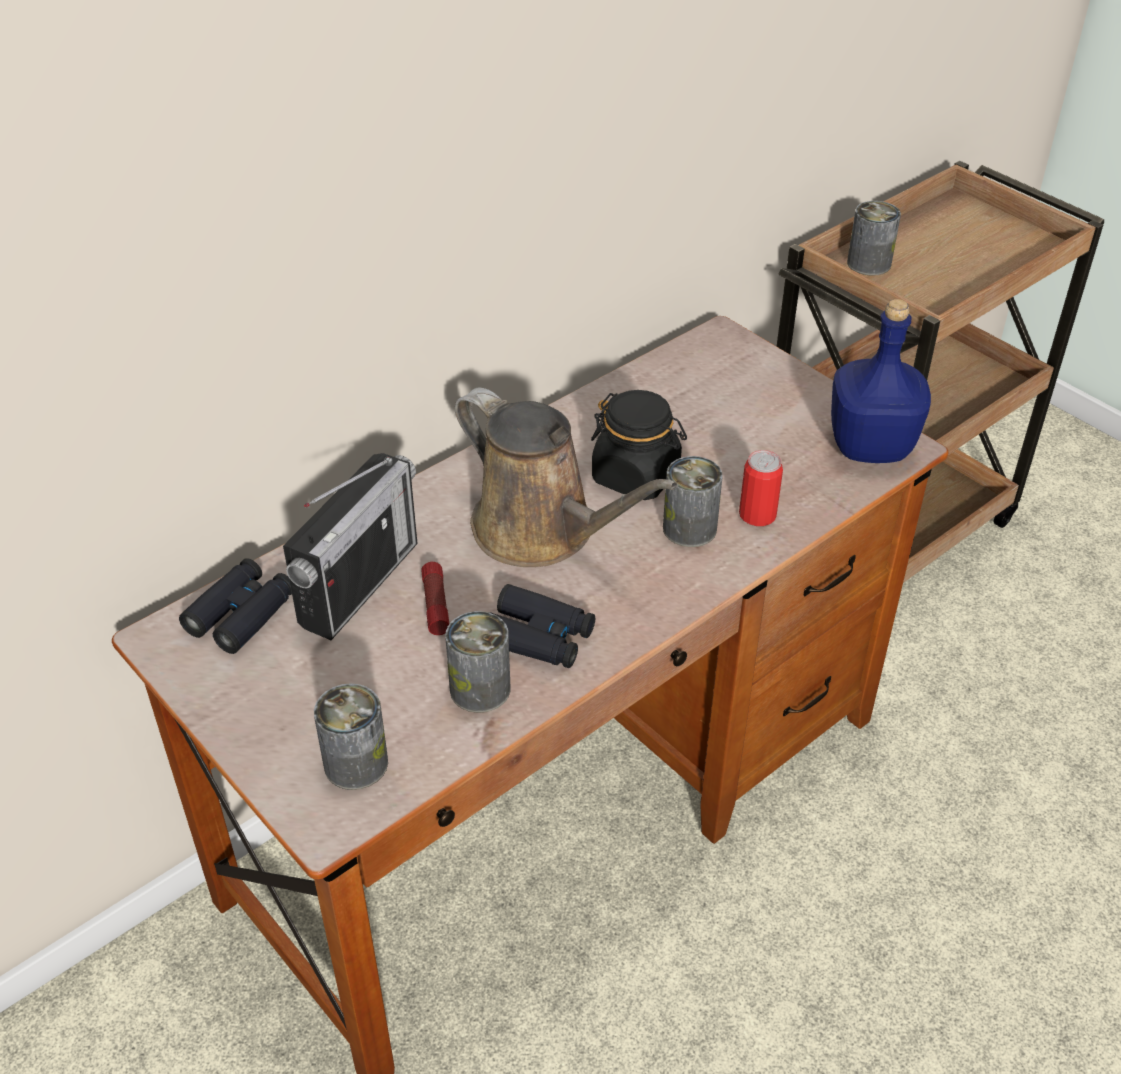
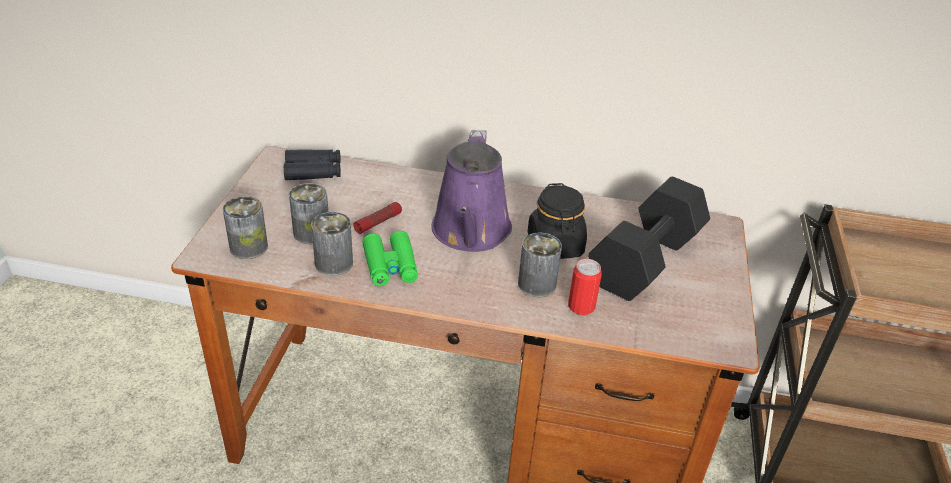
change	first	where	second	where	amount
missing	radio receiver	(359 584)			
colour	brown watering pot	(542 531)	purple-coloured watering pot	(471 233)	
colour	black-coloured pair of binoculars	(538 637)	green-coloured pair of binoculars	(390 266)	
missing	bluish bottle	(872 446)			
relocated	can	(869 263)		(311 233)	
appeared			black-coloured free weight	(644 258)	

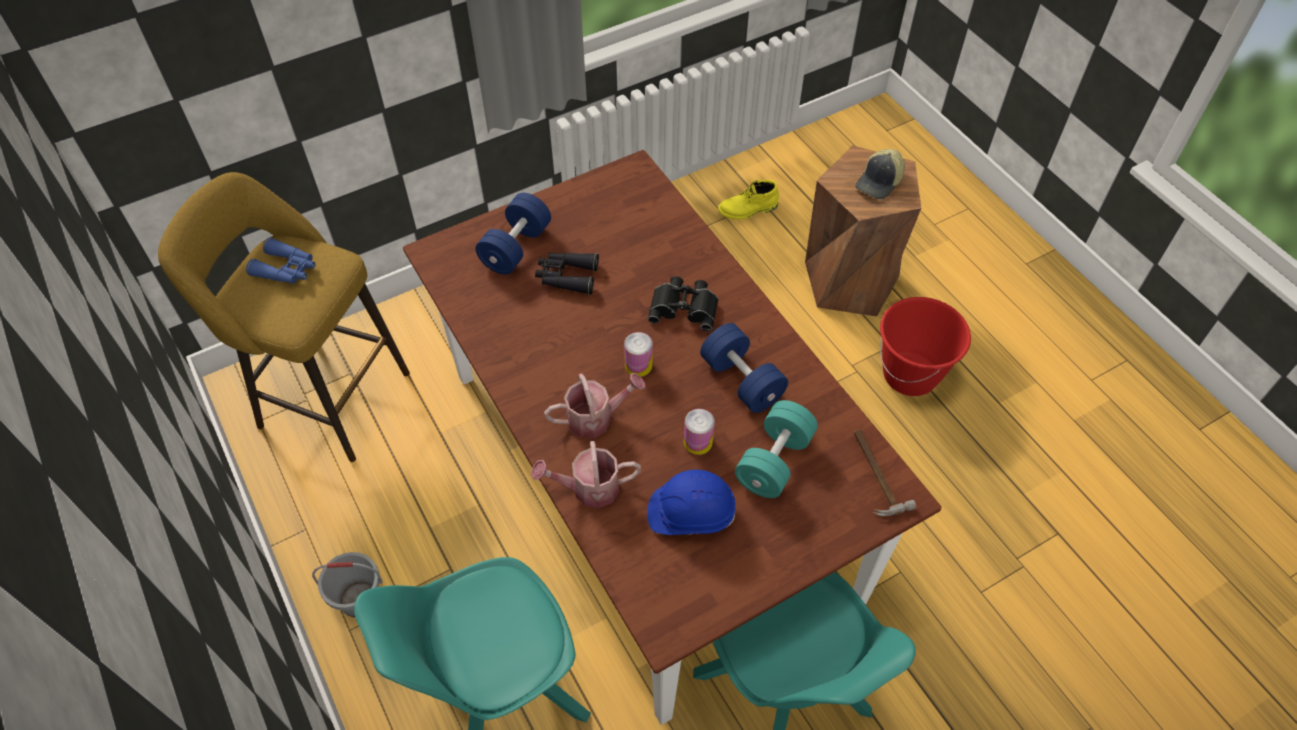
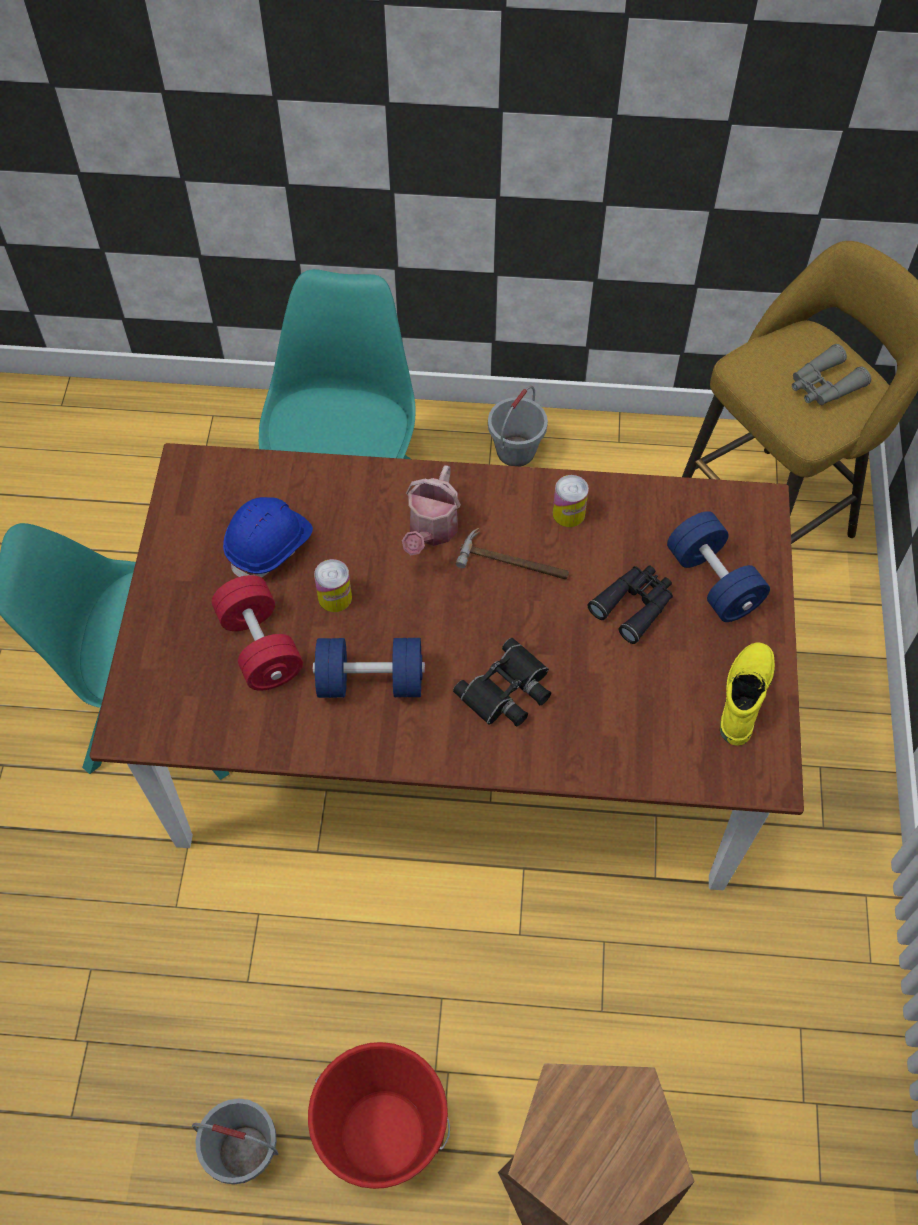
change	first	where	second	where	amount
colour	bluish pair of binoculars	(287 269)	grey pair of binoculars	(823 385)	
missing	watering pot	(588 488)			
relocated	can	(638 365)		(568 513)	
relocated	yellowish tall boot	(748 210)		(743 695)	
colour	turquoise-coloured free weight	(774 461)	red free weight	(260 646)	
relocated	tool hammer	(874 474)		(514 562)	
missing	peaked cap	(880 182)			
appeared			grey pail	(244 1152)	

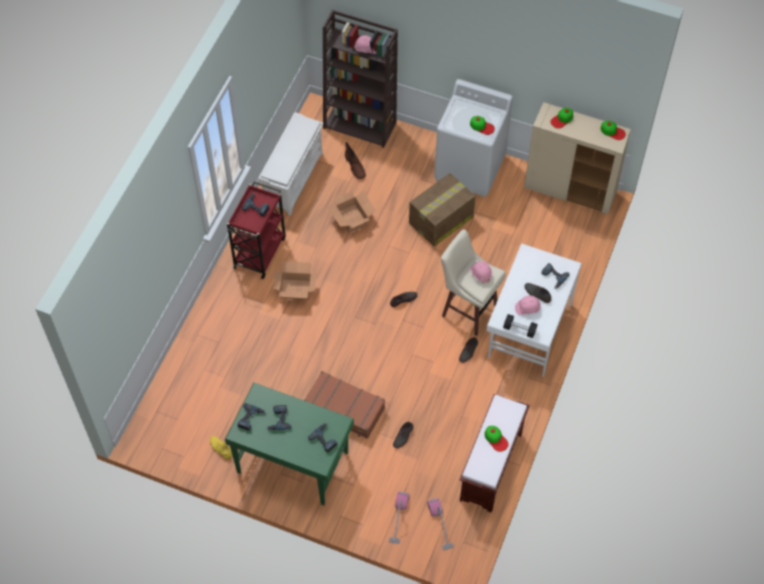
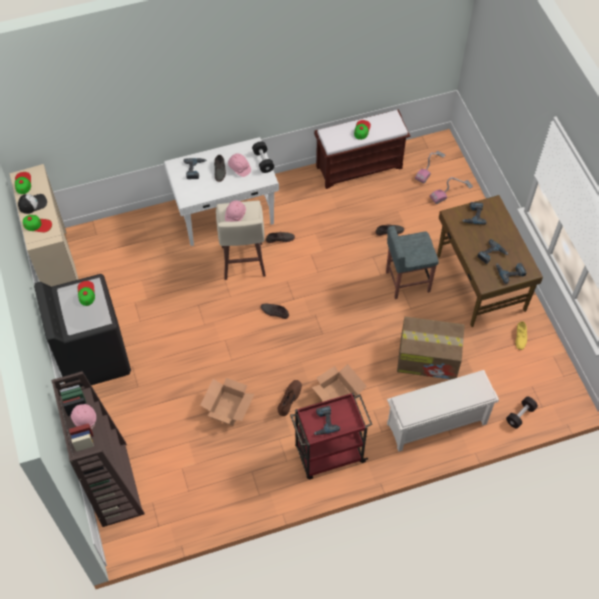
change	first	where	second	where	amount
colour	green-coloured desk	(292 461)	brown desk	(480 283)	
relocated	white shoe stand	(293 179)		(436 424)	
exchanged	brown suitcase	(344 409)	grey sitting stool	(407 282)	
relocated	brown tall boot	(355 167)		(289 398)	
relocated	carton	(440 220)		(429 358)	
colour	white laundry machine	(470 168)	black-coloured laundry machine	(93 356)	
appeared			peaked cap	(32 203)	
appeared			black-coloured free weight	(520 415)	

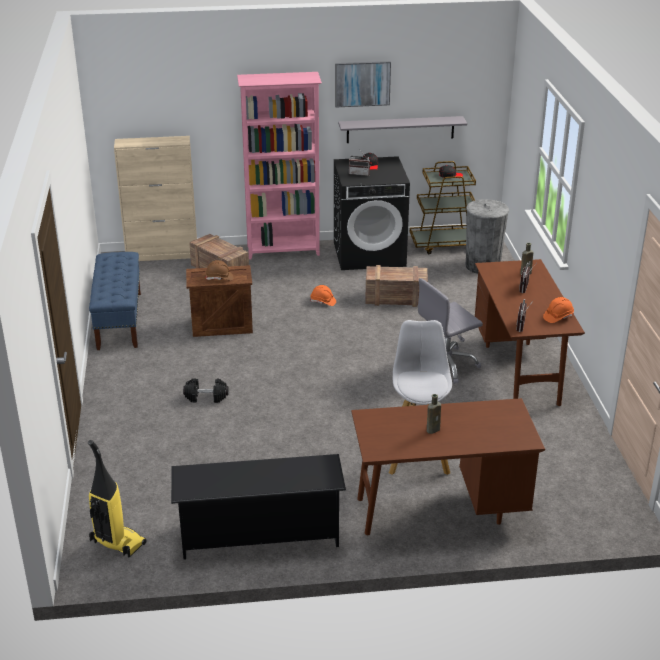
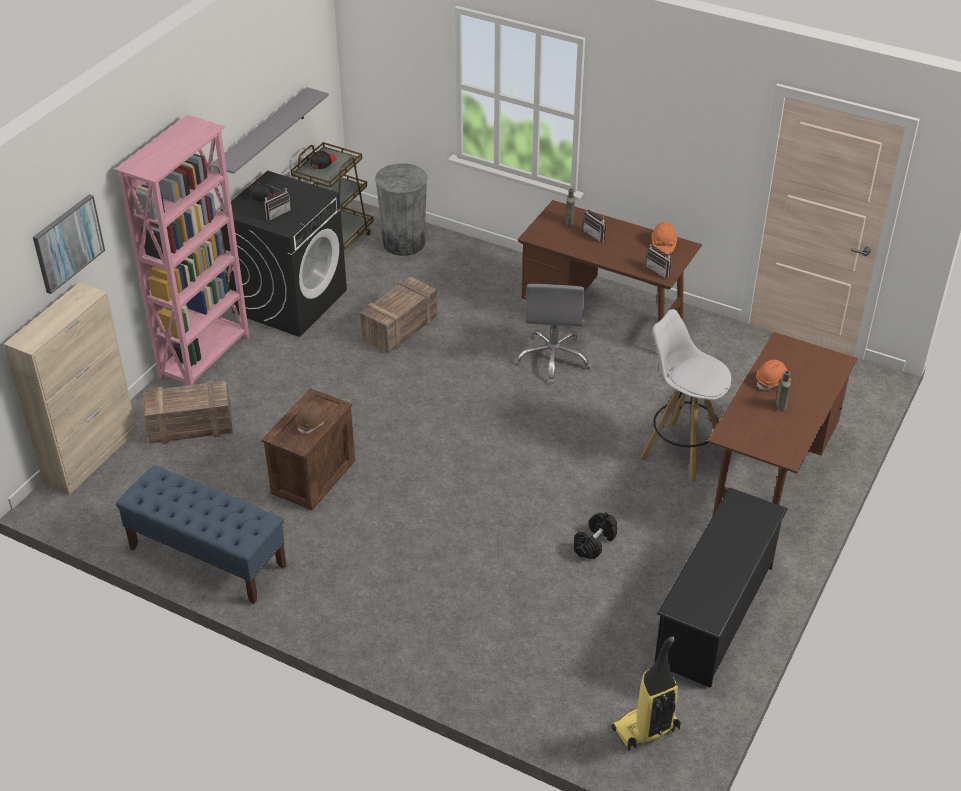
change	first	where	second	where	amount
relocated	black-coloured free weight	(206 397)		(594 543)	
relocated	orange work helmet	(323 302)		(772 382)	
relocated	picture	(362 83)		(68 243)	

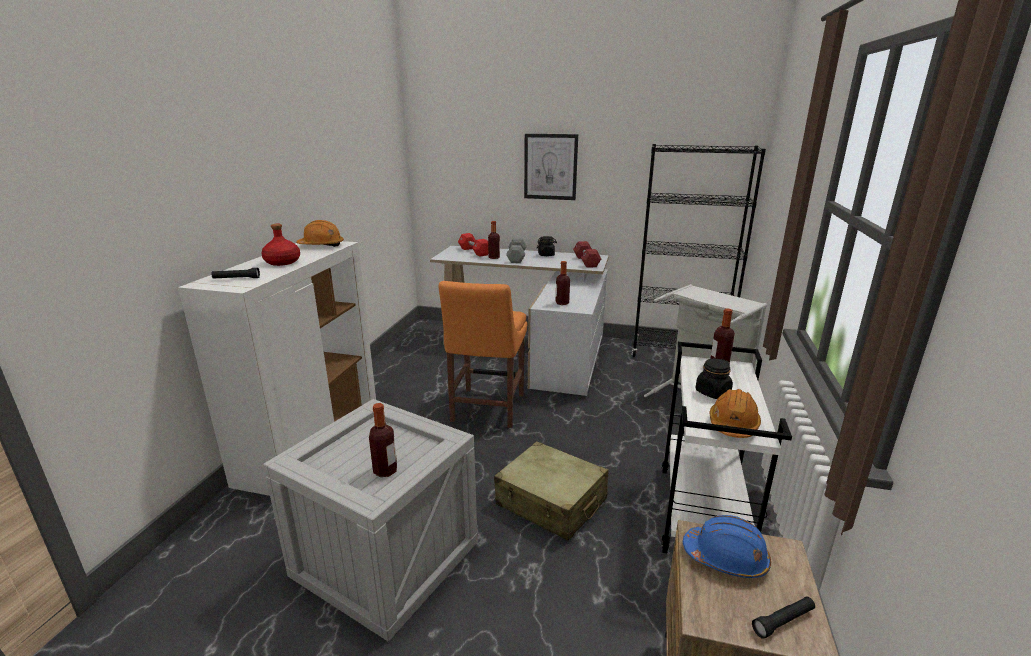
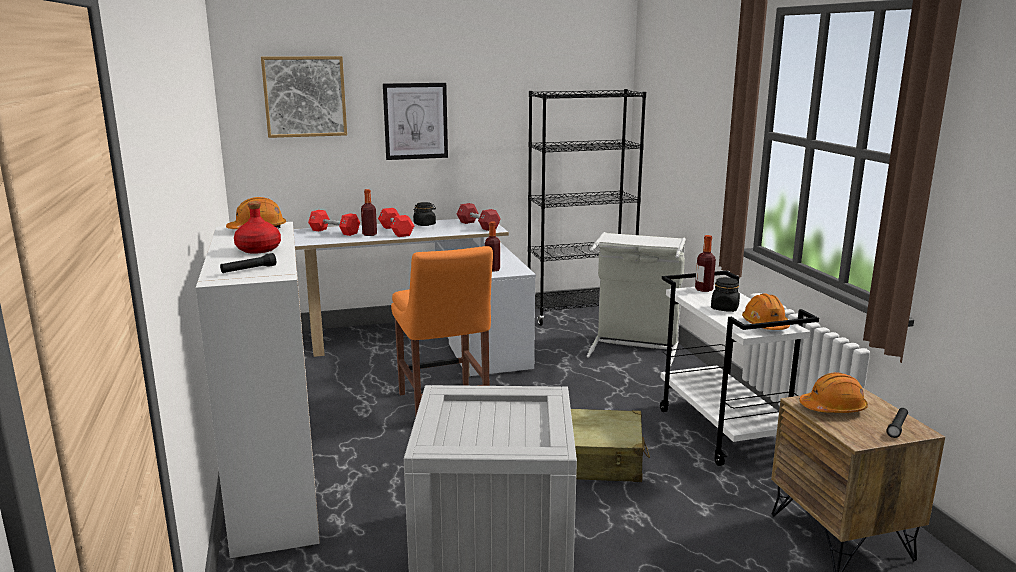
change	first	where	second	where	amount
missing	bottle	(385 471)			
colour	grey free weight	(516 257)	red free weight	(396 231)	
colour	bluish work helmet	(726 558)	orange work helmet	(833 408)	
appeared			picture	(305 96)	

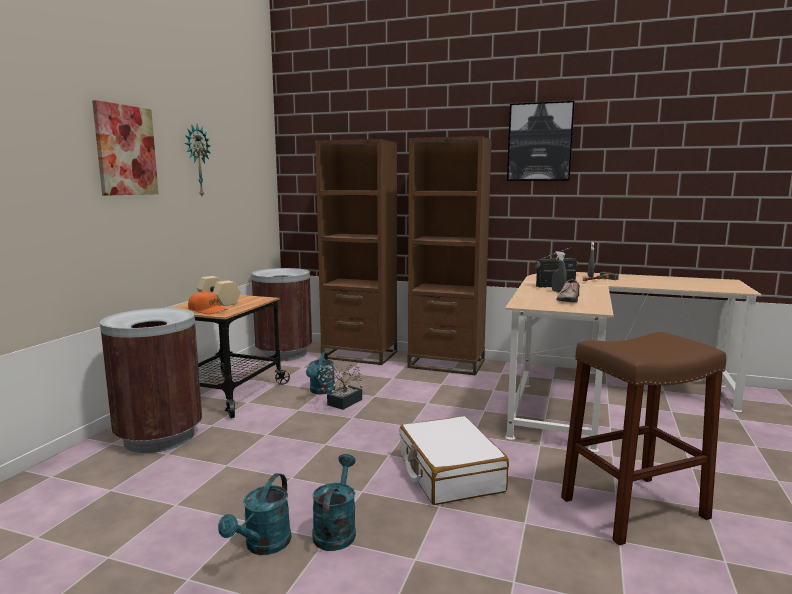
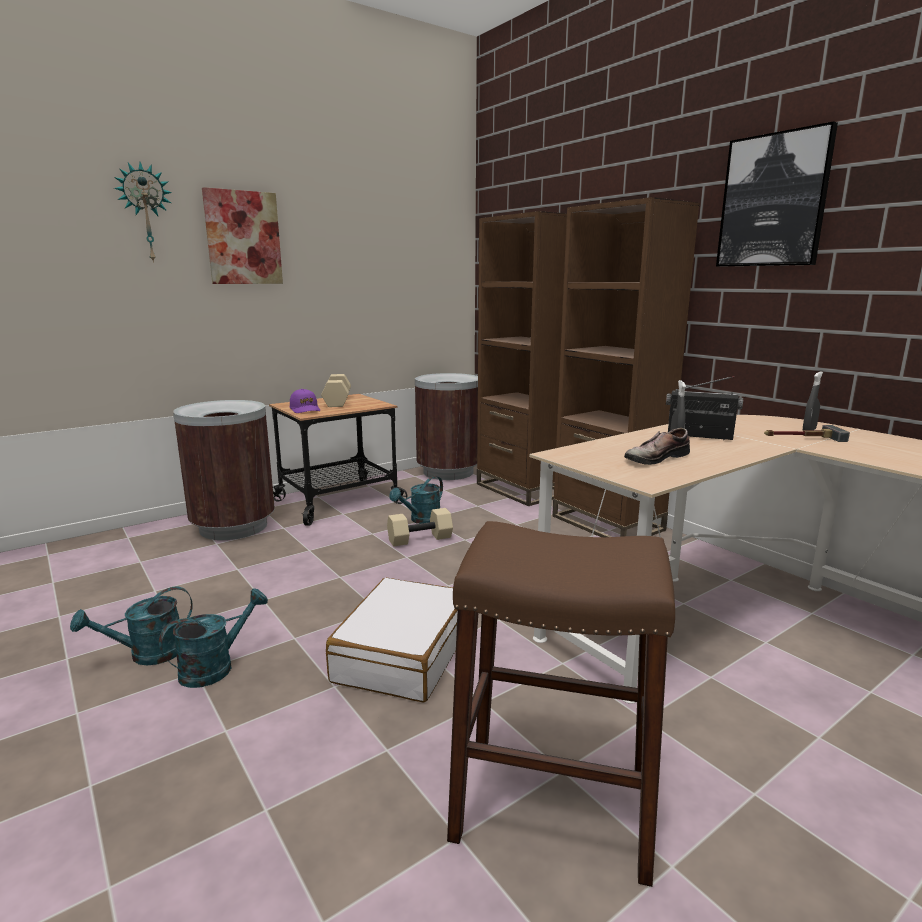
change	first	where	second	where	amount
relocated	hanging clock	(196 161)		(145 213)	
colour	orange peaked cap	(208 310)	purple-coloured peaked cap	(305 409)	
exchanged	plant in a pot	(341 403)	beige free weight	(420 538)	

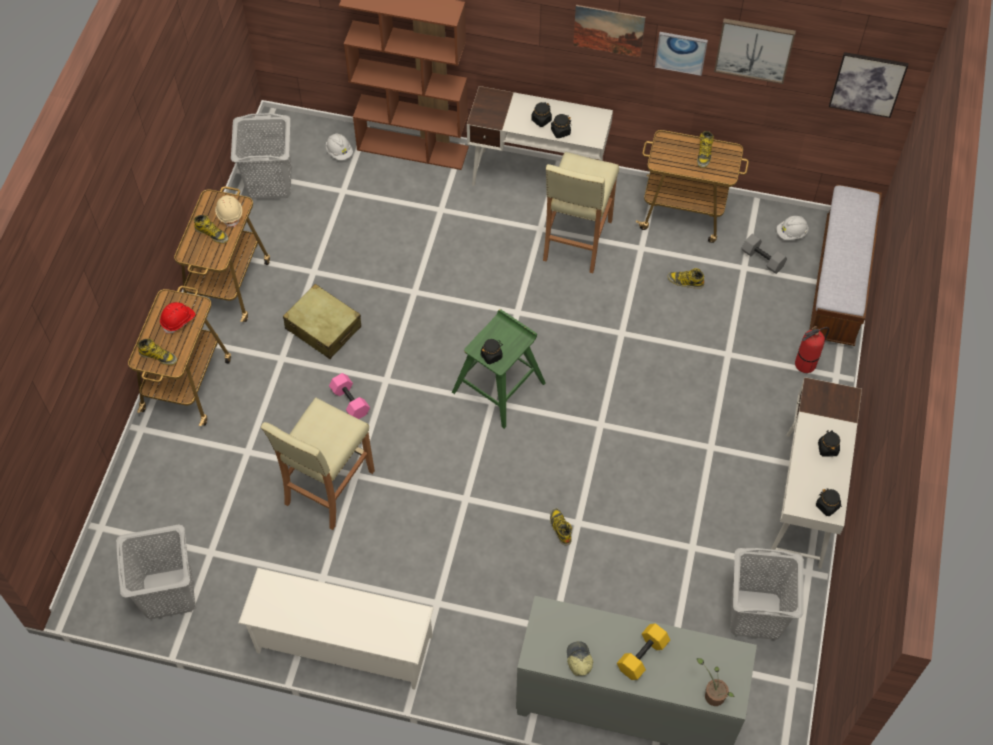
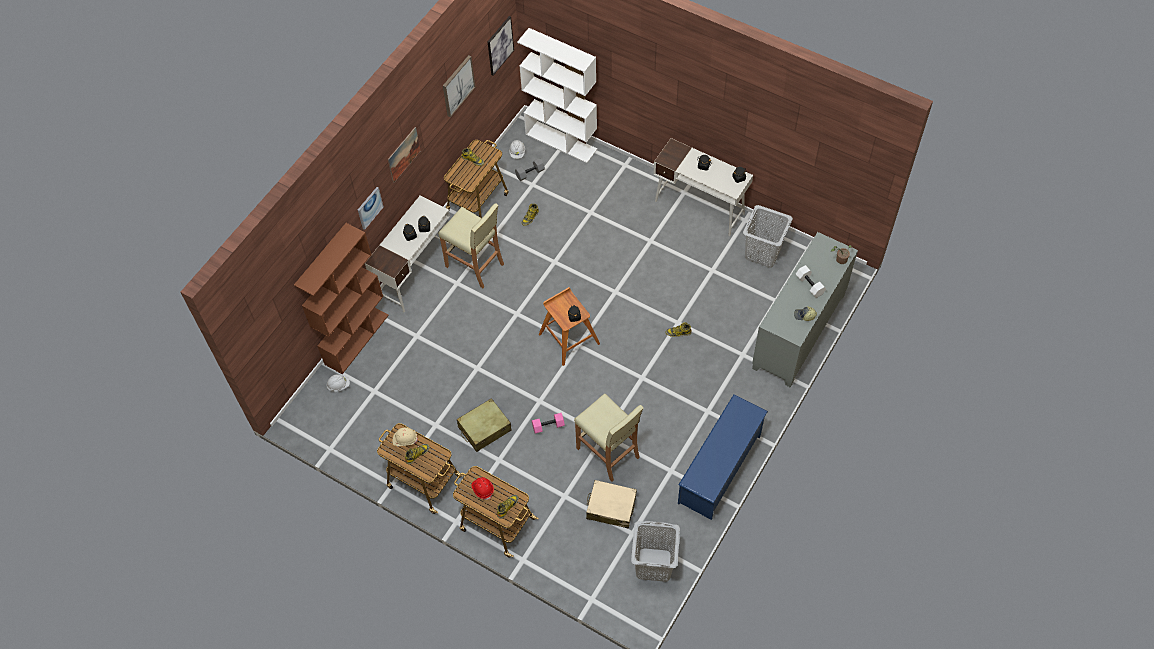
change	first	where	second	where	amount
missing	grey laundry basket	(269 183)			
colour	white shoe stand	(343 644)	bluish shoe stand	(720 469)	
colour	green-coloured sitting stool	(499 387)	brown sitting stool	(568 338)	
colour	yellowish free weight	(642 656)	white free weight	(810 285)	
relocated	picture	(681 52)		(369 207)	
missing	fire-fighting cylinder	(805 364)			
exchanged	long seat	(838 282)	white bookcase	(561 141)	
appeared			beige suitcase	(611 507)	

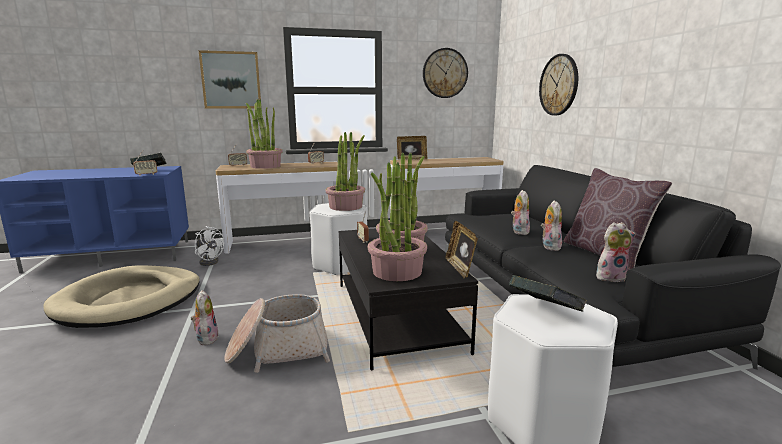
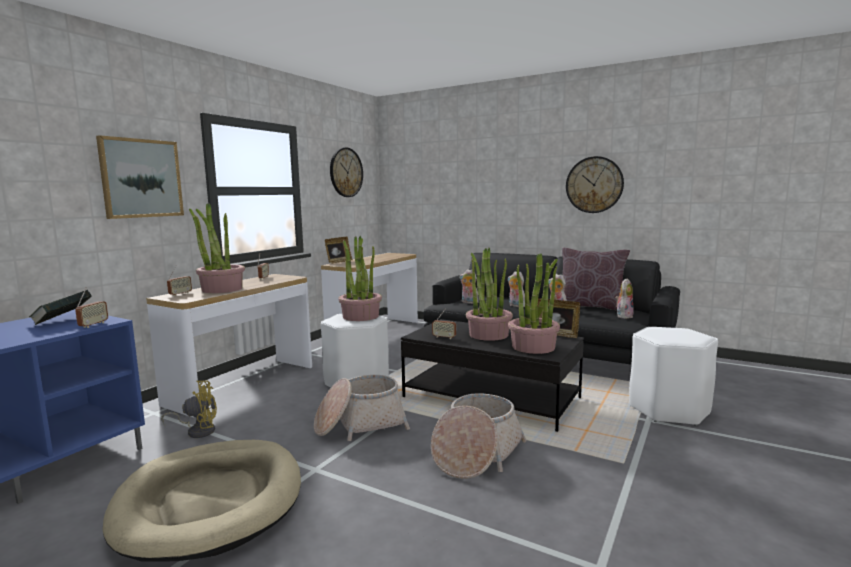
change	first	where	second	where	amount
relocated	cuddly toy	(206 338)		(468 302)	
colour	white electric fan	(210 261)	yellowish electric fan	(198 431)	
missing	bound book	(544 311)			
relocated	hanging clock	(558 85)		(594 185)	
appeared			basket	(360 424)	

